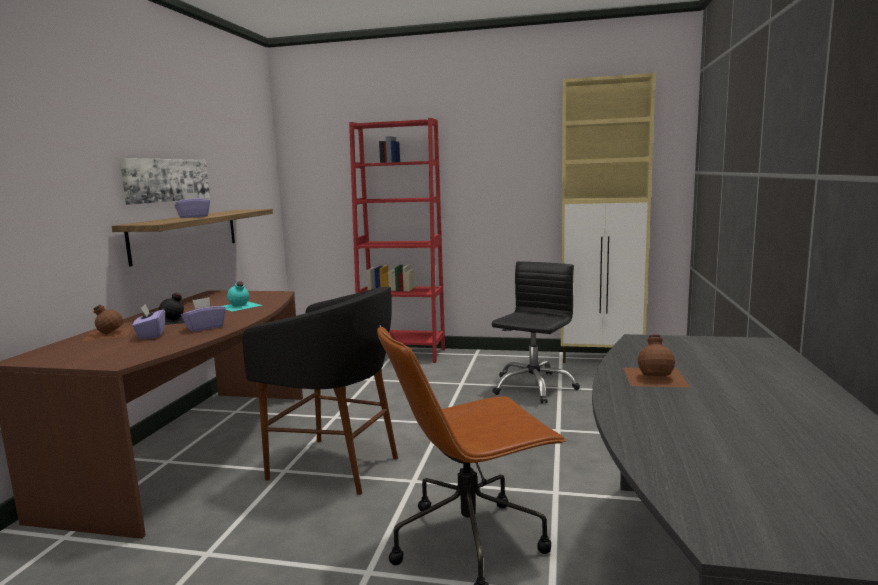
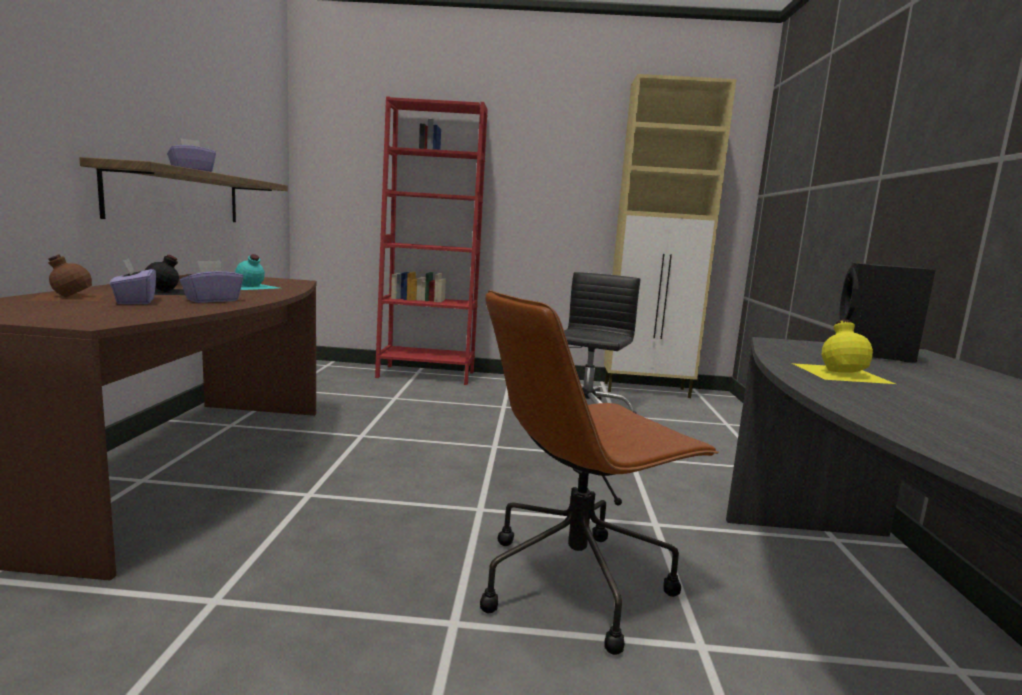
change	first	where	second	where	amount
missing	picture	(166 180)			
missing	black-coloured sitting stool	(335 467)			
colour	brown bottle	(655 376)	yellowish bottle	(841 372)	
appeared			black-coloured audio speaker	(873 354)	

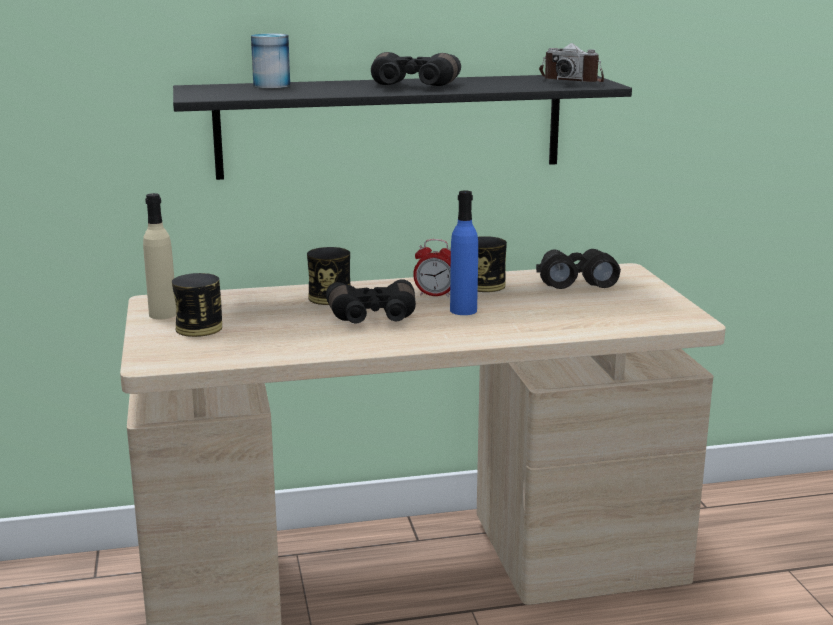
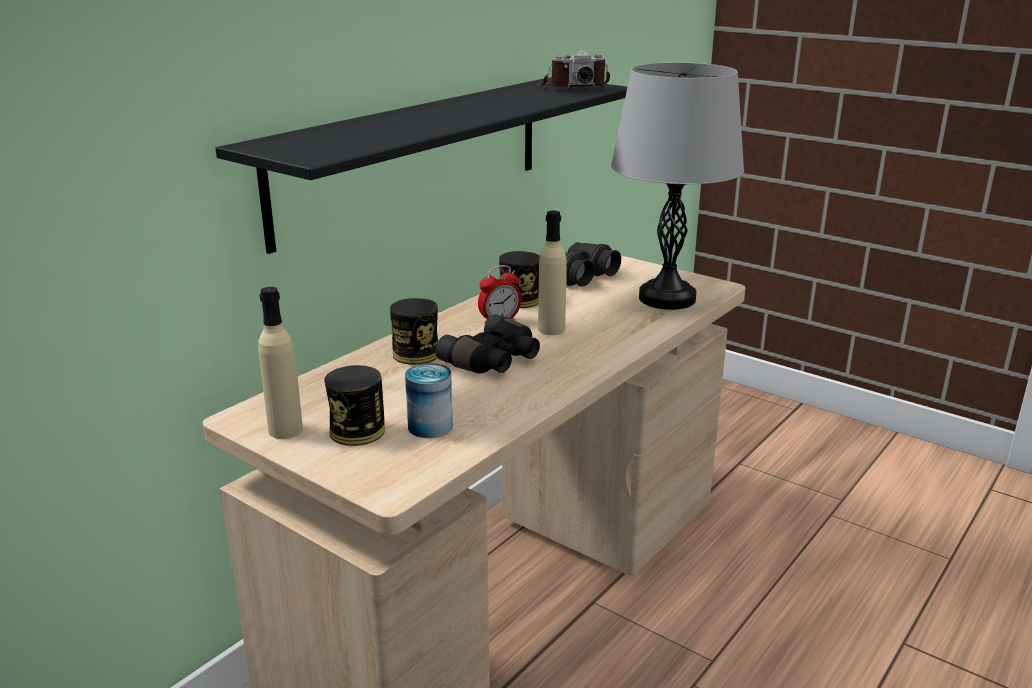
change	first	where	second	where	amount
relocated	can	(271 85)		(430 426)	
missing	black-coloured pair of binoculars	(412 85)			
colour	bluish bottle	(463 310)	beige bottle	(551 329)	
appeared			grey tabletop lamp	(667 298)	

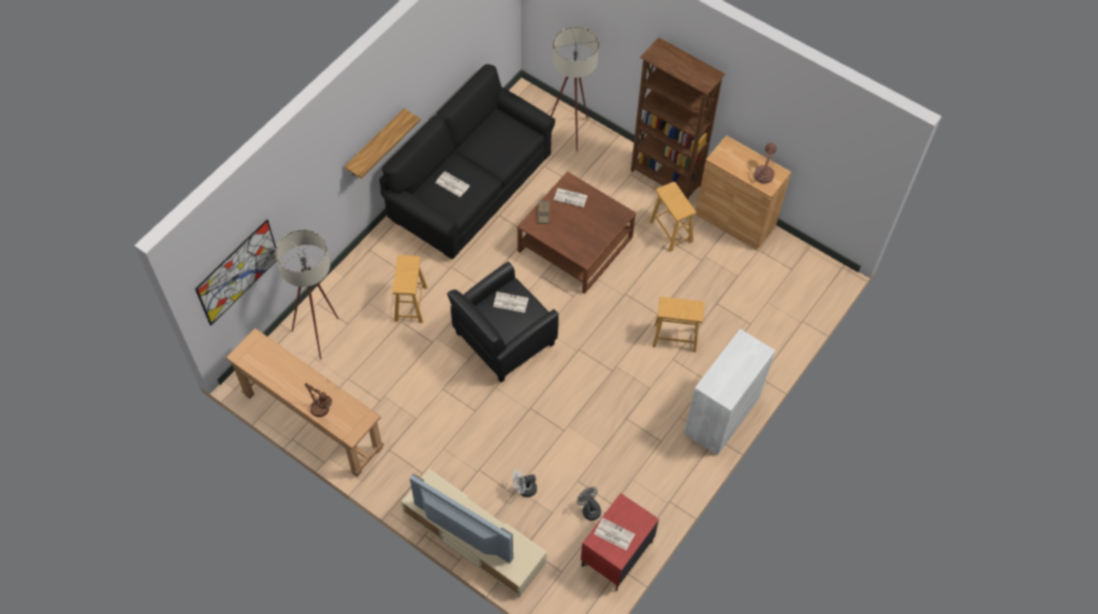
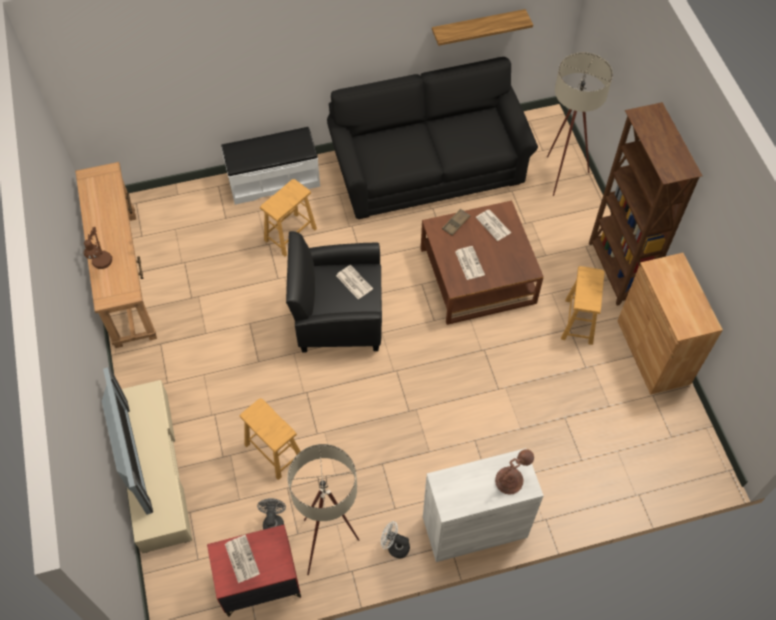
change	first	where	second	where	amount
missing	picture	(238 272)			
relocated	beige floor lamp	(322 332)		(331 544)	
relocated	shelf	(375 144)		(478 27)	
relocated	newspaper	(452 184)		(469 263)	
relocated	white electric fan	(524 489)		(395 546)	
relocated	brown sitting stool	(675 337)		(274 451)	
relocated	brown tabletop lamp	(764 173)		(511 479)	
appeared			white long seat	(273 180)	

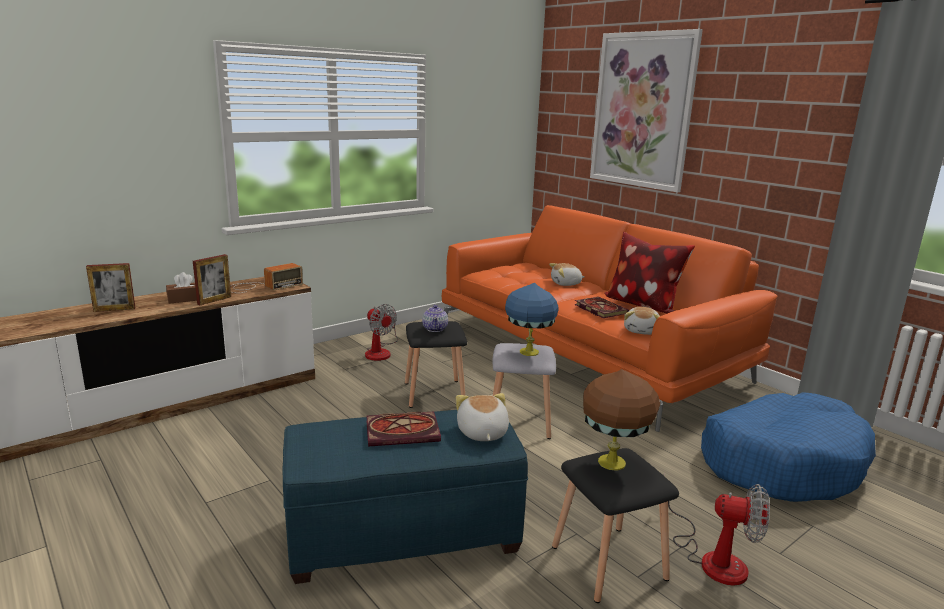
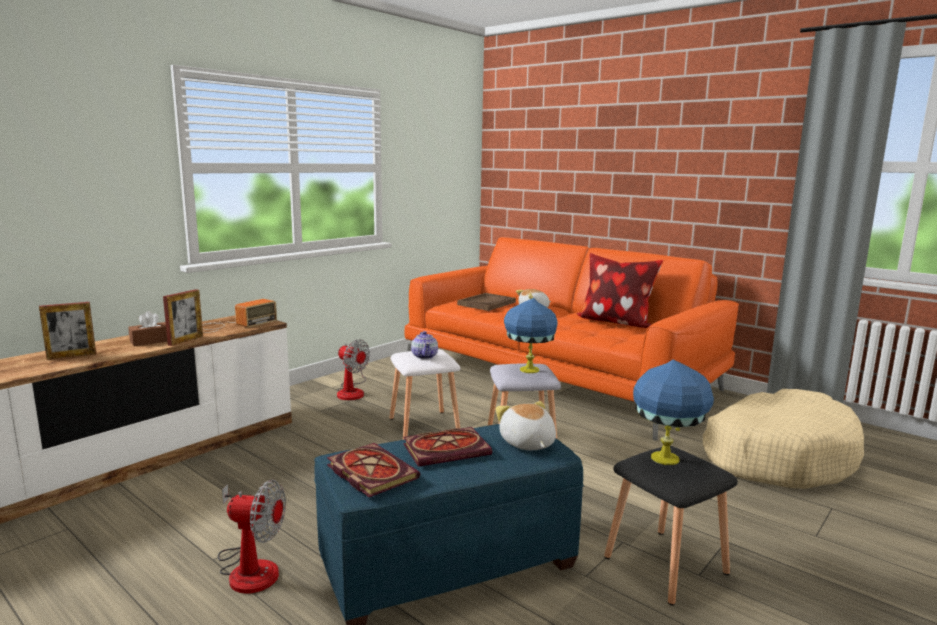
change	first	where	second	where	amount
colour	black-coloured sitting stool	(435 393)	white sitting stool	(425 425)	
relocated	bound book	(599 309)		(369 472)	
colour	brown tabletop lamp	(613 463)	bluish tabletop lamp	(667 459)	
missing	picture	(642 110)			
missing	cuddly toy	(642 331)			
relocated	electric fan	(712 557)		(250 567)	
colour	bluish pet bed	(781 462)	beige pet bed	(778 456)	
appeared			brown tray	(486 303)	

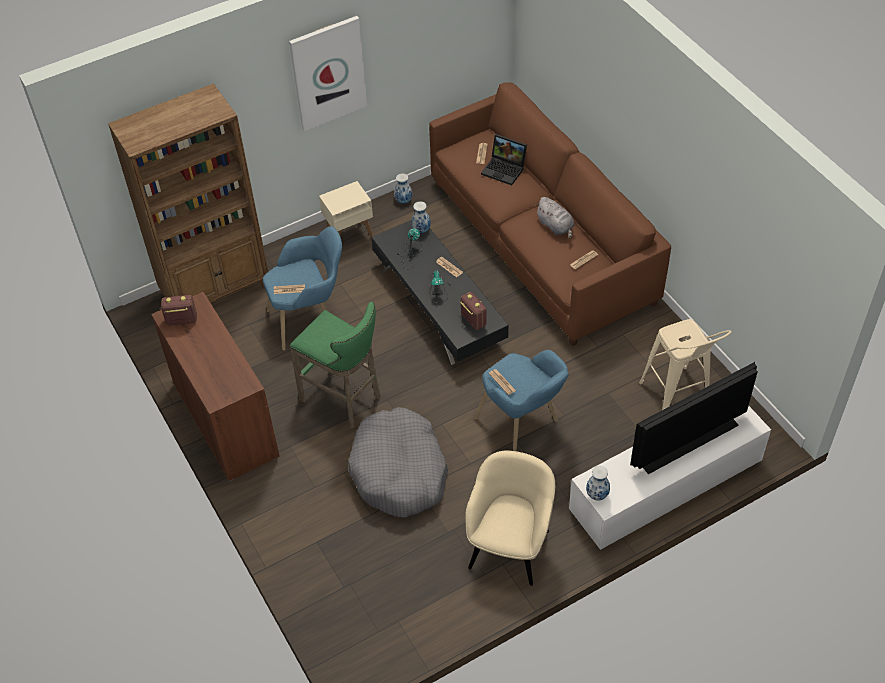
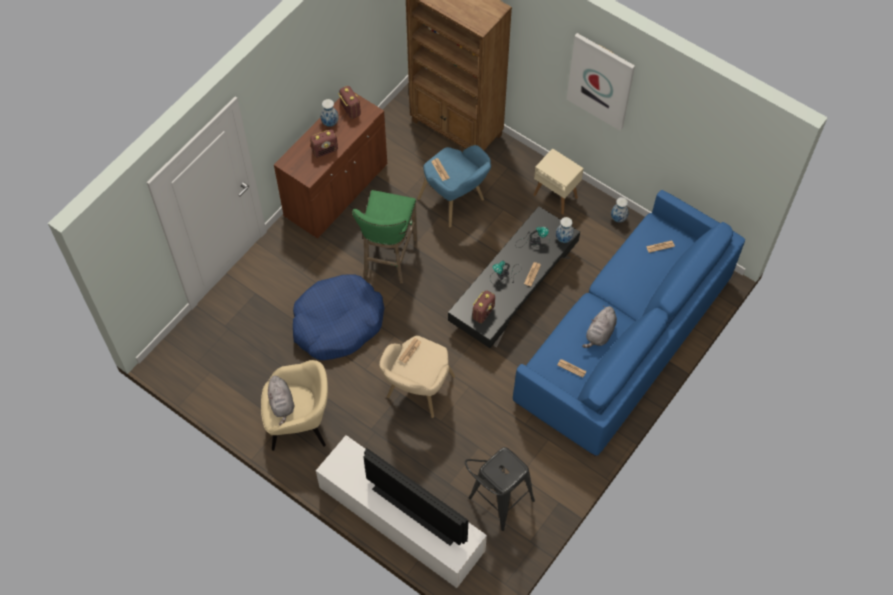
change	first	where	second	where	amount
colour	grey pet bed	(399 471)	bluish pet bed	(337 323)	
colour	brown sofa	(541 243)	bluish sofa	(623 341)	
colour	bluish lounge chair	(523 426)	beige lounge chair	(416 394)	
missing	laptop	(505 169)			
relocated	flower vase	(597 495)		(330 123)	
colour	beige sitting stool	(677 399)	black-coloured sitting stool	(496 503)	
appeared			grey cuddly toy	(281 404)	
appeared			radio receiver	(325 150)	

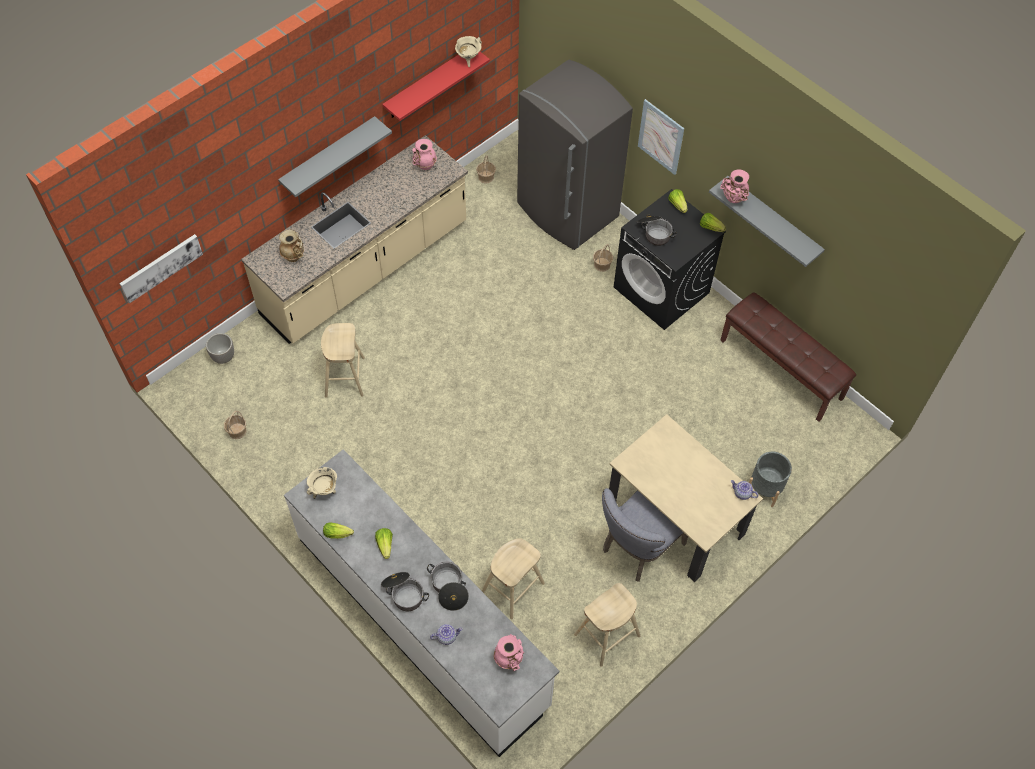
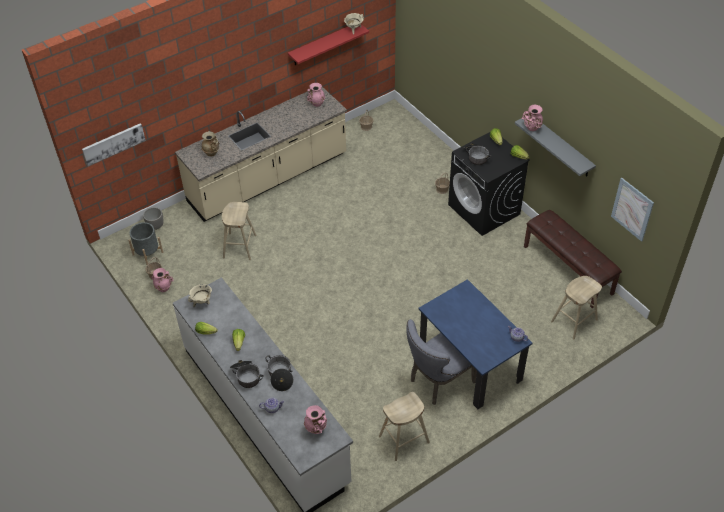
change	first	where	second	where	amount
missing	grey shelf	(328 156)			
relocated	beige sitting stool	(512 588)		(574 321)	
missing	grey kitchen fridge	(567 211)			
colour	beige dining table	(675 518)	bluish dining table	(470 363)	
relocated	picture	(661 137)		(632 209)	
relocated	grey plant pot	(765 488)		(148 253)	
appeared			pink flower vase	(164 288)	

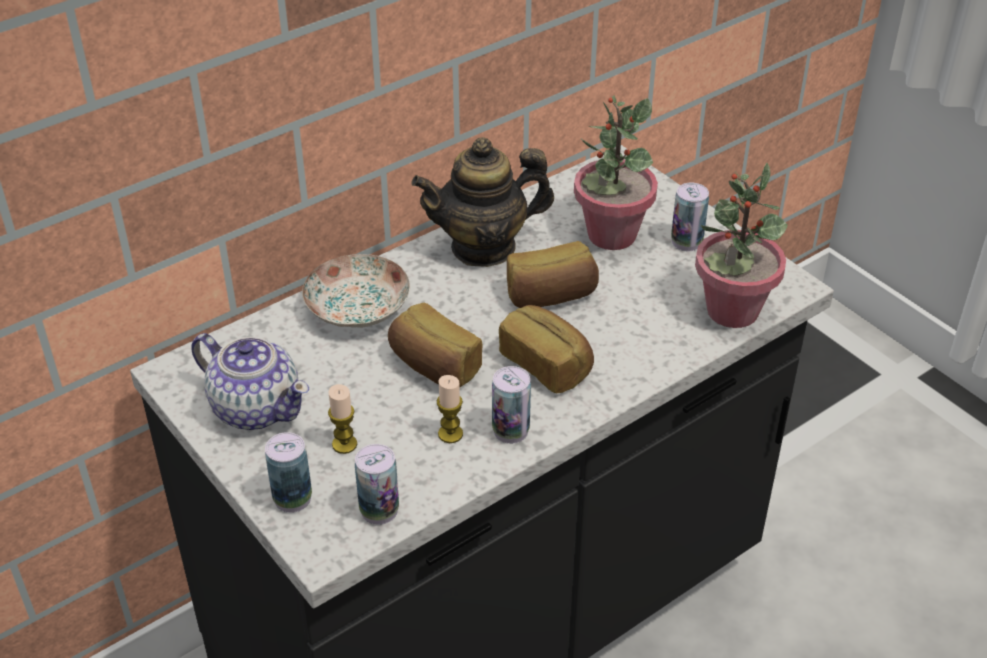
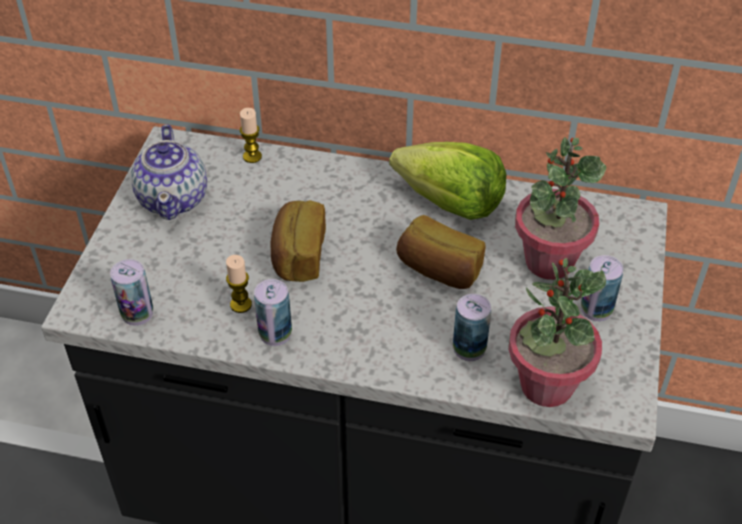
change	first	where	second	where	amount
relocated	can	(292 498)		(469 348)	
missing	flat dish	(357 307)			
relocated	wax candle	(344 444)		(252 156)	
exchanged	teapot	(484 247)	lettuce	(450 203)	
missing	bakery bread	(547 364)			

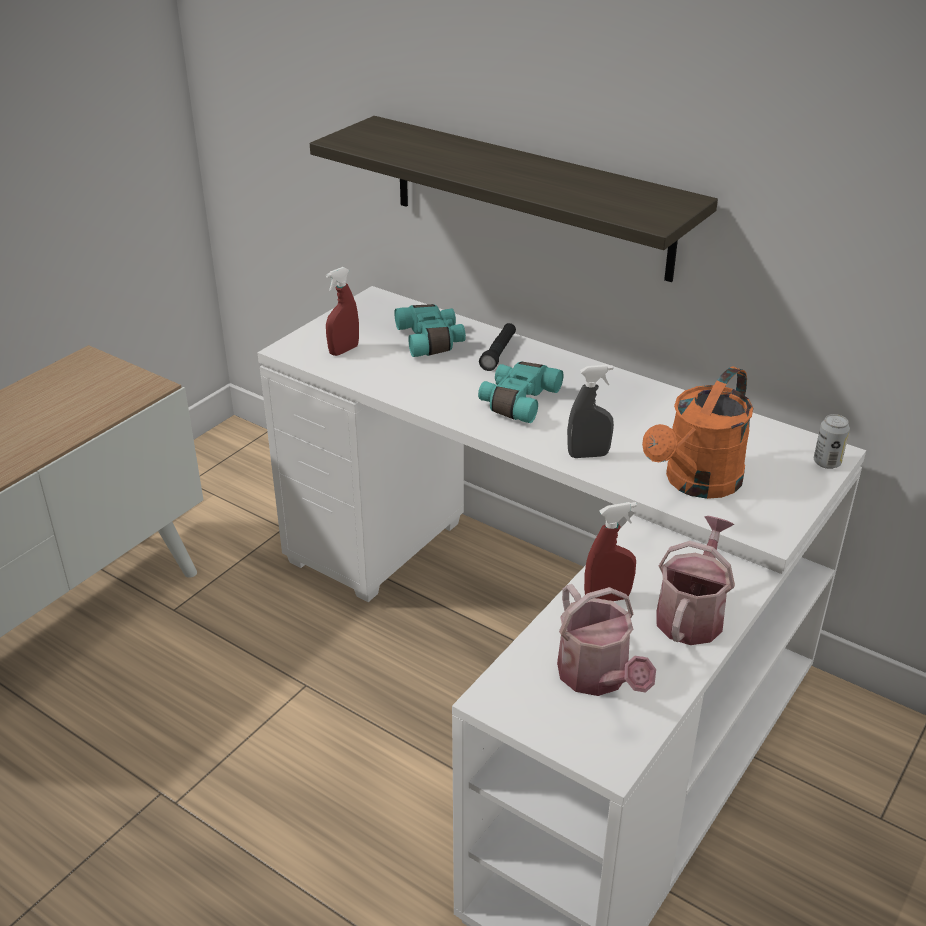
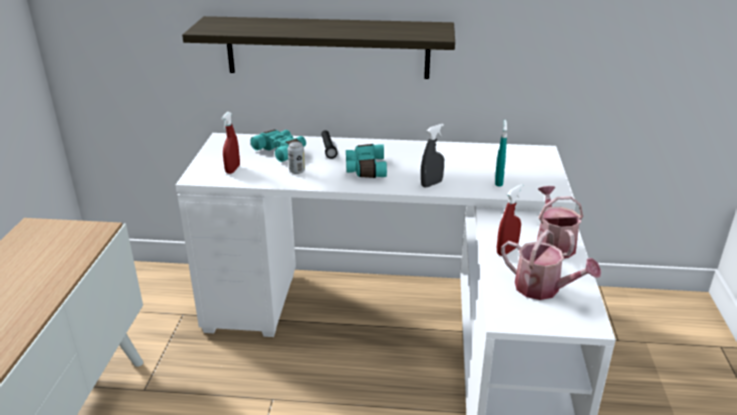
change	first	where	second	where	amount
exchanged	orange watering pot	(696 483)	turquoise-coloured sprayer	(498 181)	
relocated	can	(827 463)		(297 171)	

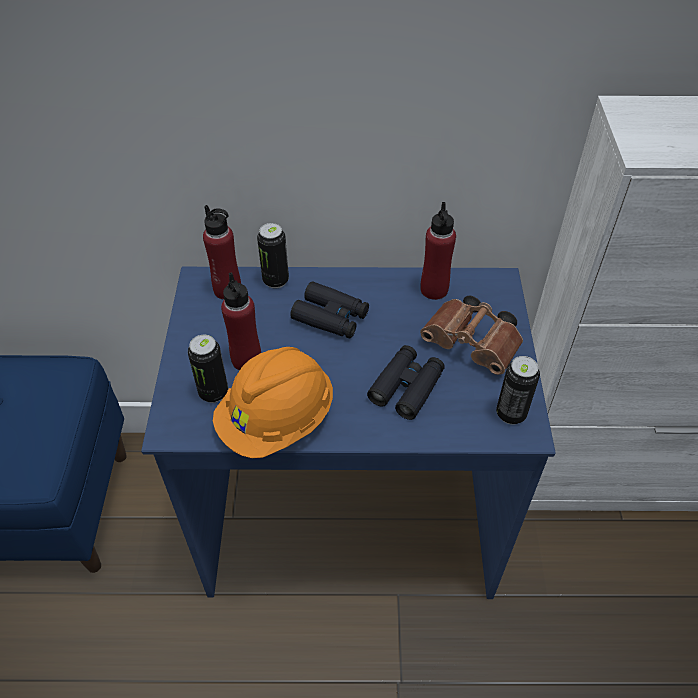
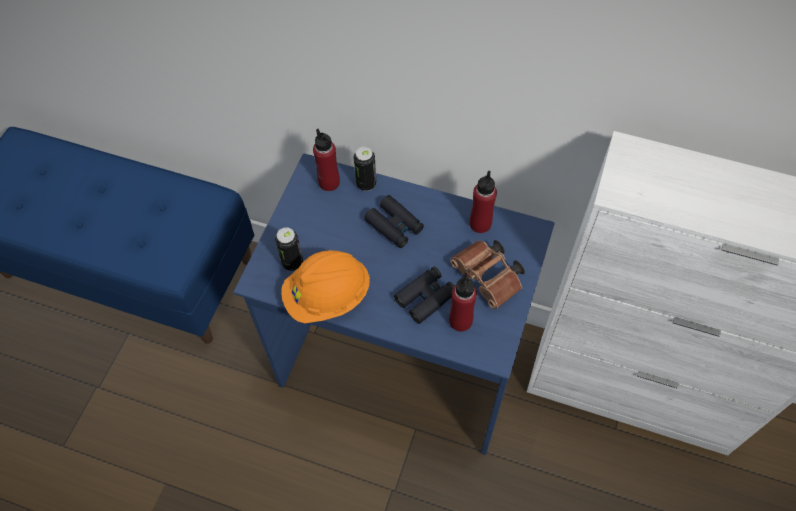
change	first	where	second	where	amount
relocated	red bottle	(246 359)		(460 321)	
missing	can	(511 414)			

